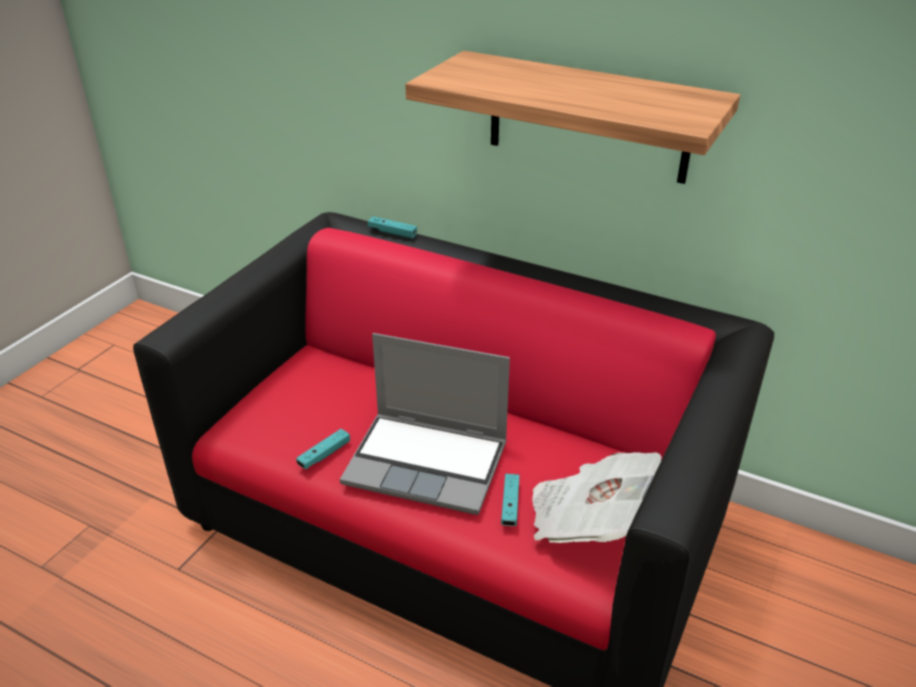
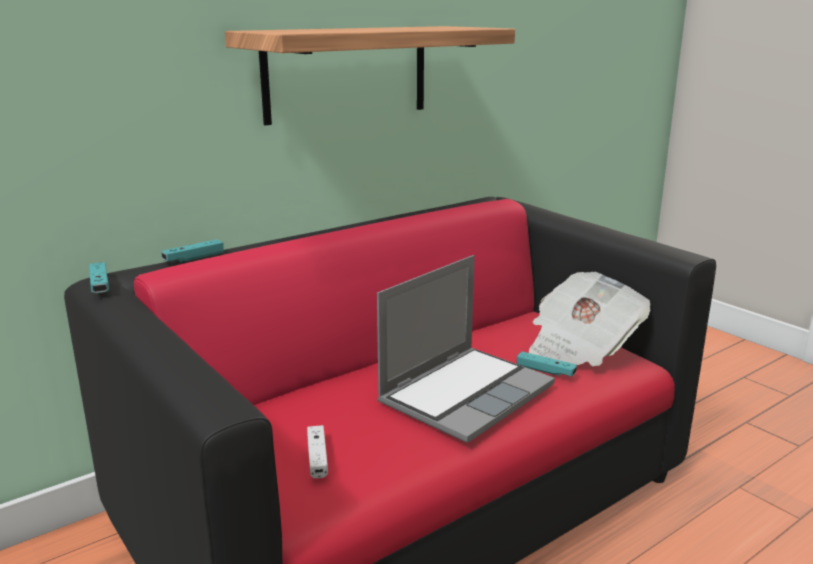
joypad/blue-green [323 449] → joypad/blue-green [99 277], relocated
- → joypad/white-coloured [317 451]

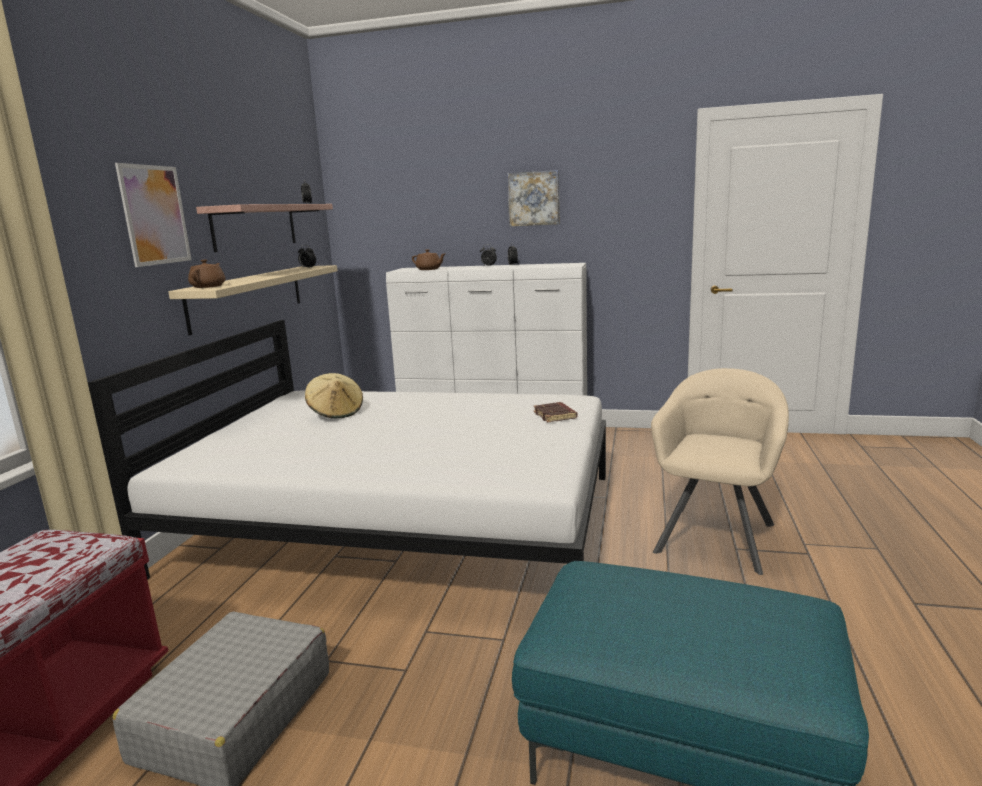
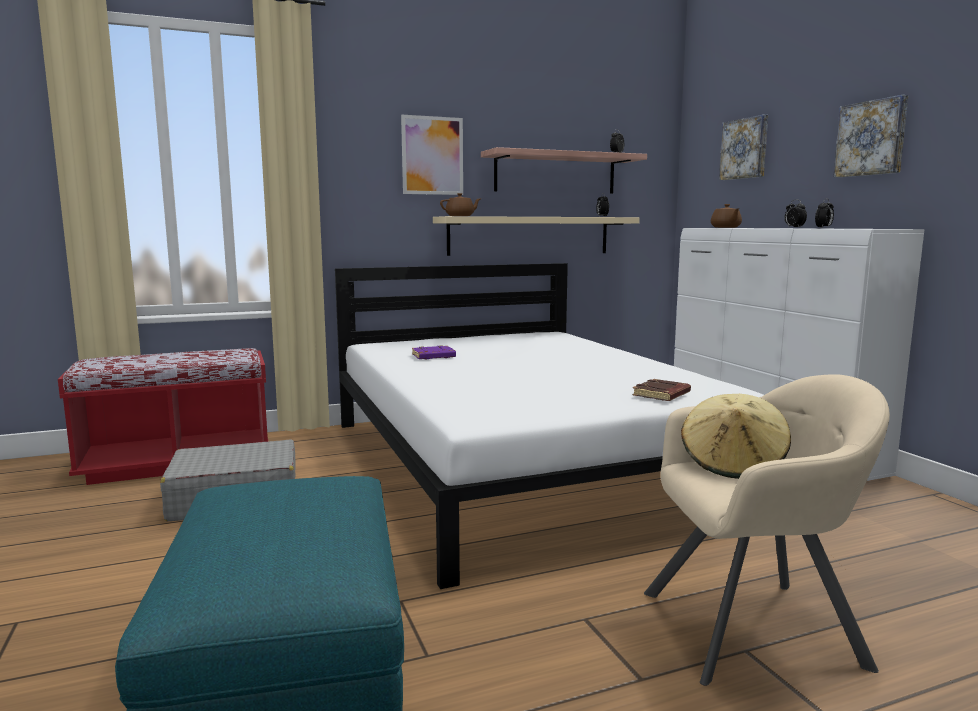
- → book/purplish [434 352]
clothing hat/beige-coloured [334 395] → clothing hat/beige-coloured [736 436], relocated
- → picture [743 147]

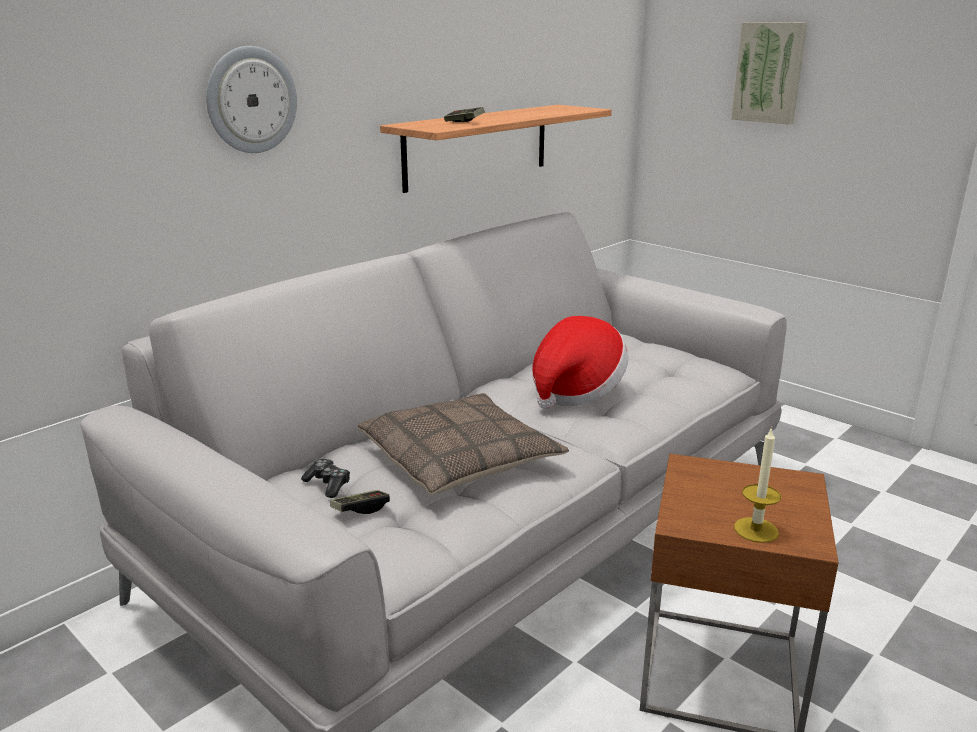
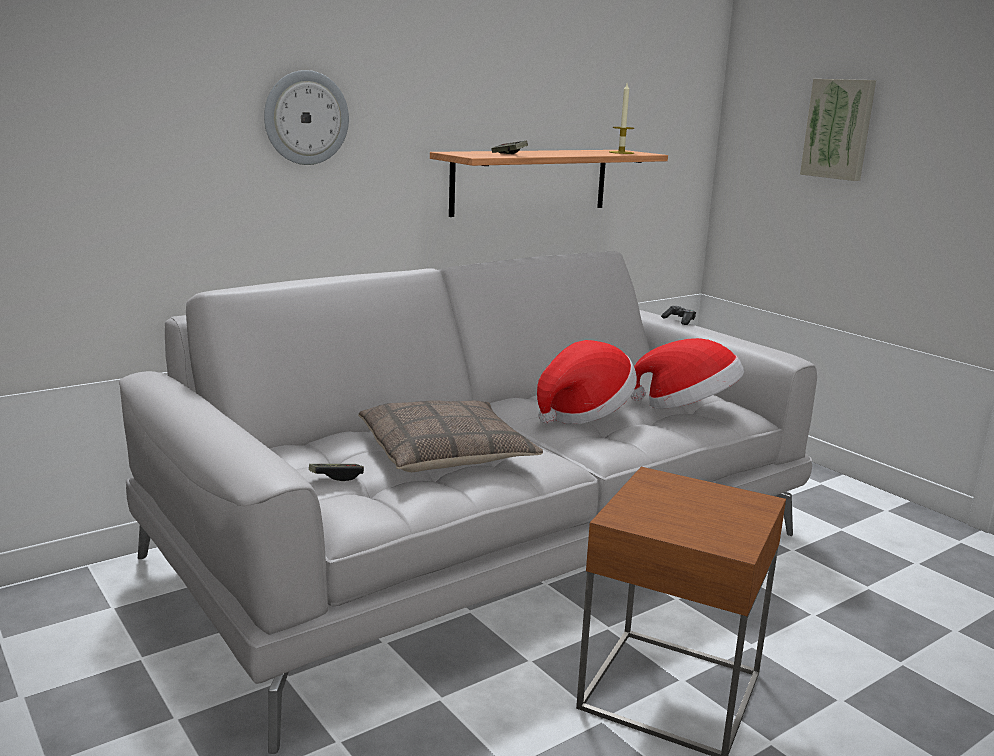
candle [757 485] → candle [621 118], relocated
- → clothing hat [687 373]
joypad [325 478] → joypad [678 315], relocated

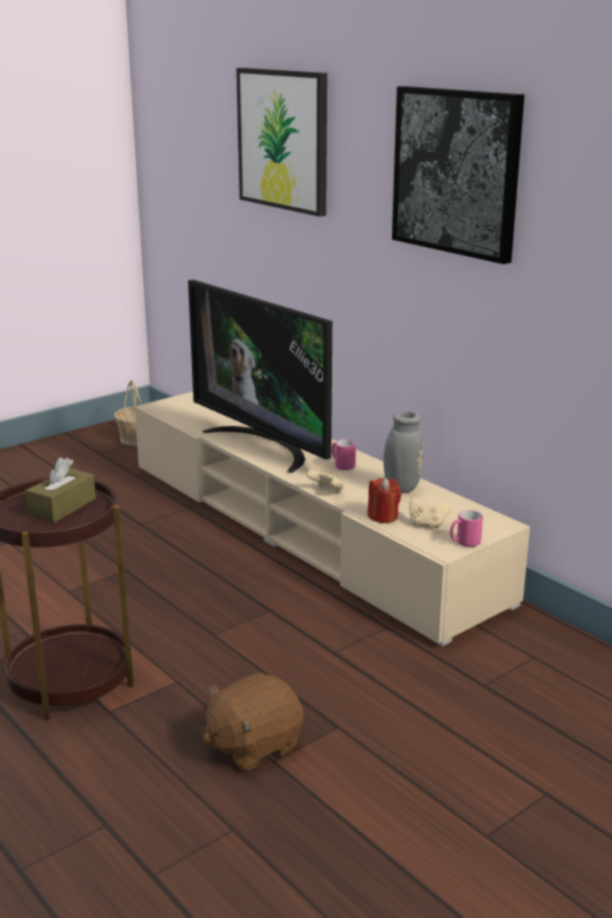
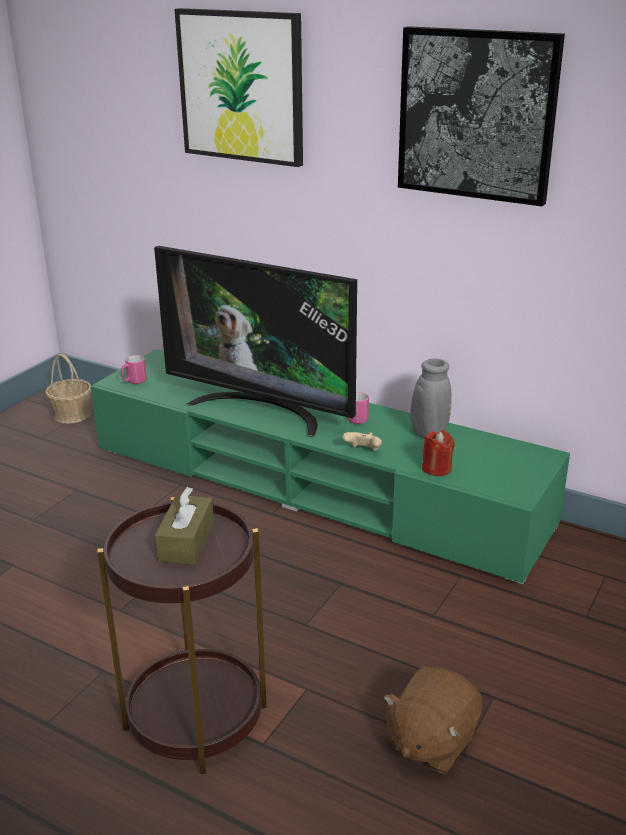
tv unit/beige-coloured [332 519] → tv unit/greenish [330 466]
coffee mug/pinkish [466 528] → coffee mug/pinkish [134 369], relocated
joypad/beige-coloured [430 512] → -

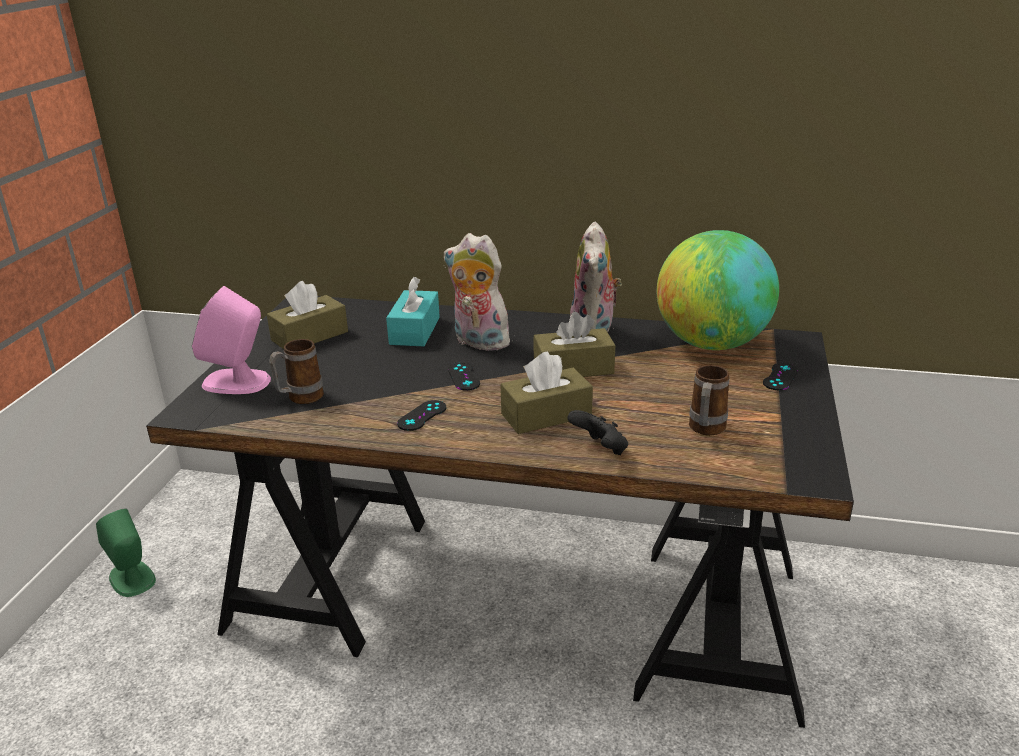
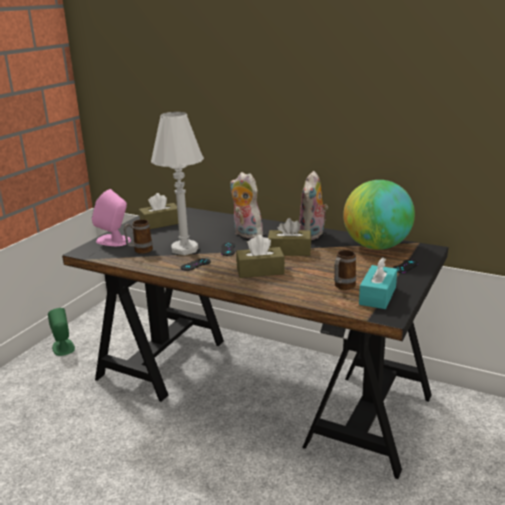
- → table lamp/white-coloured [177 183]
box of tissues/blue-green [413 312] → box of tissues/blue-green [378 283], relocated
joypad/black [597 432] → -

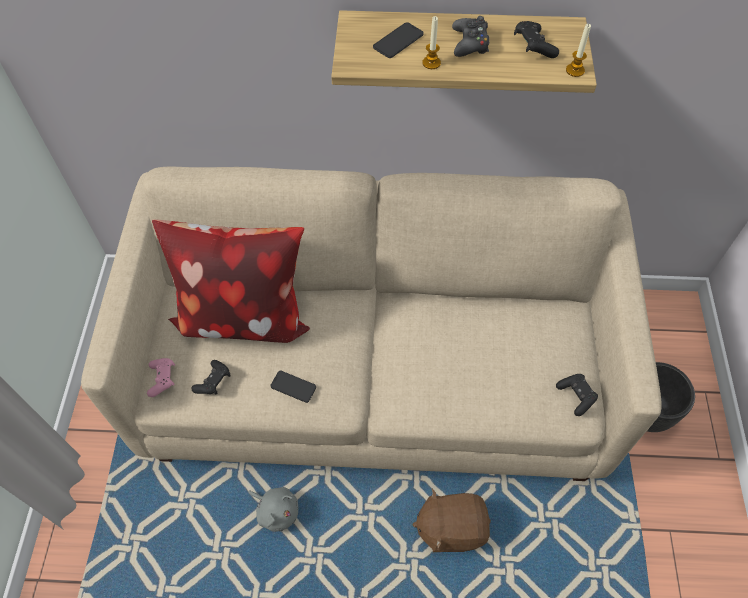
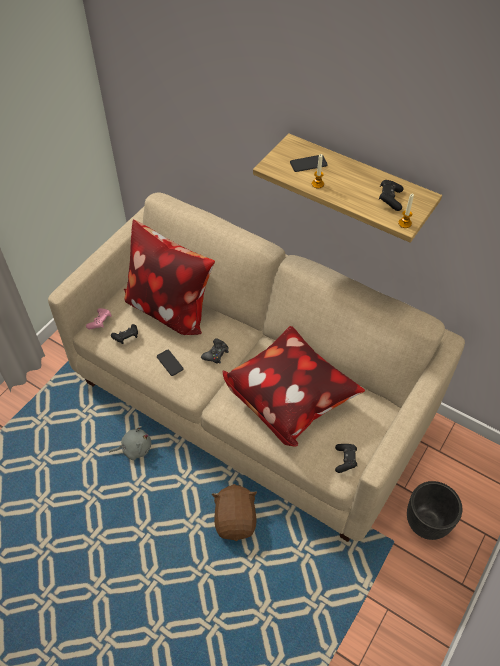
cuddly toy/gray [273 509] → cuddly toy/gray [130 443], 75 degrees counterclockwise
joypad/black [470 36] → joypad/black [215 351], relocated
cuddly toy/brown-coloured [452 520] → cuddly toy/brown-coloured [234 512], 60 degrees clockwise
- → throw pillow [293 386]

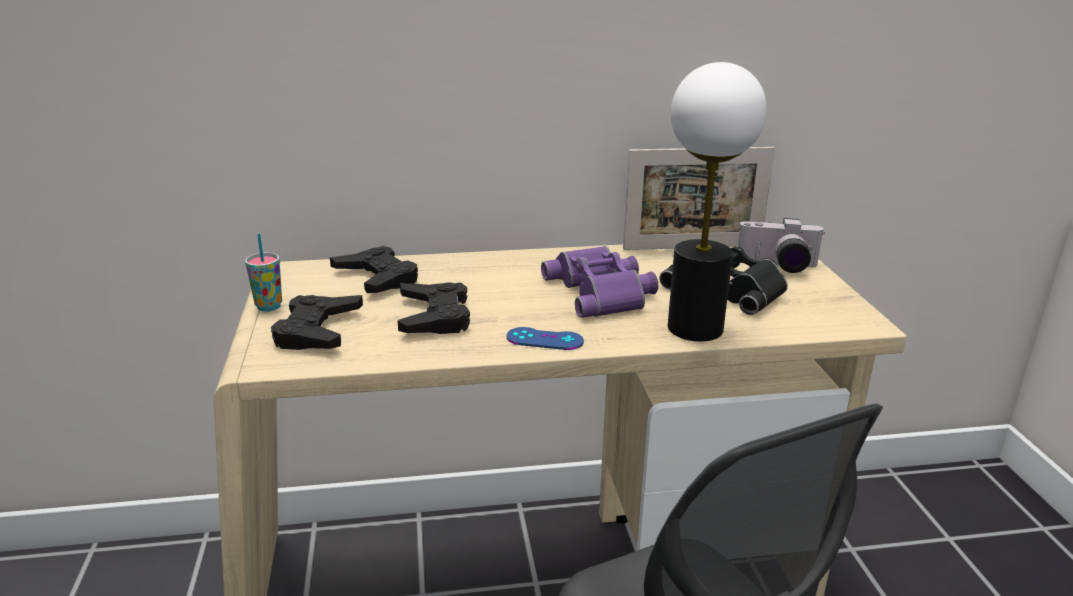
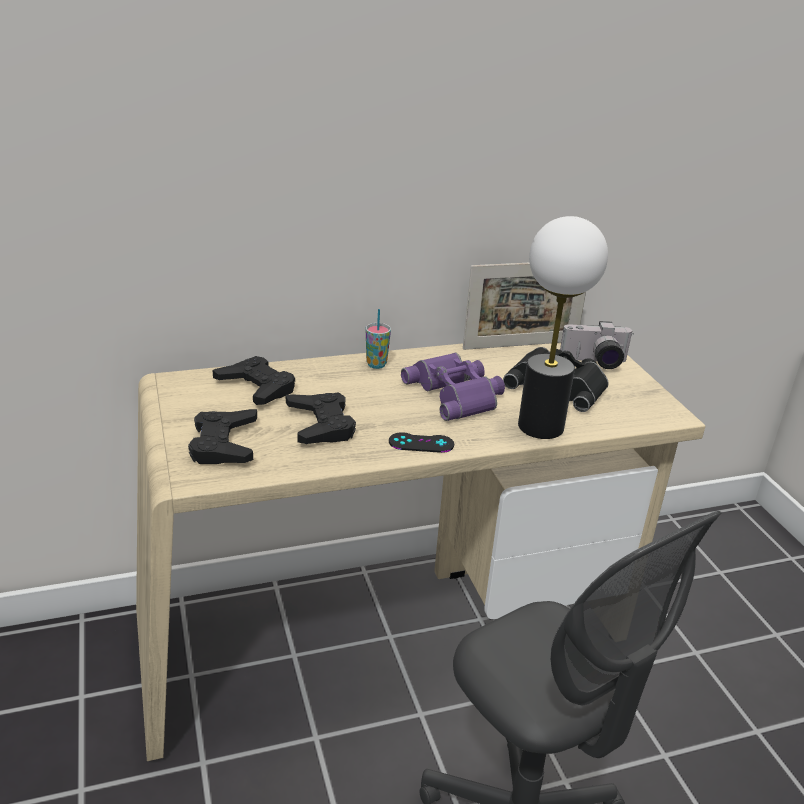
small cup [263 273] → small cup [378 339], relocated
joypad/blue-coloured [545 338] → joypad/black [421 442]

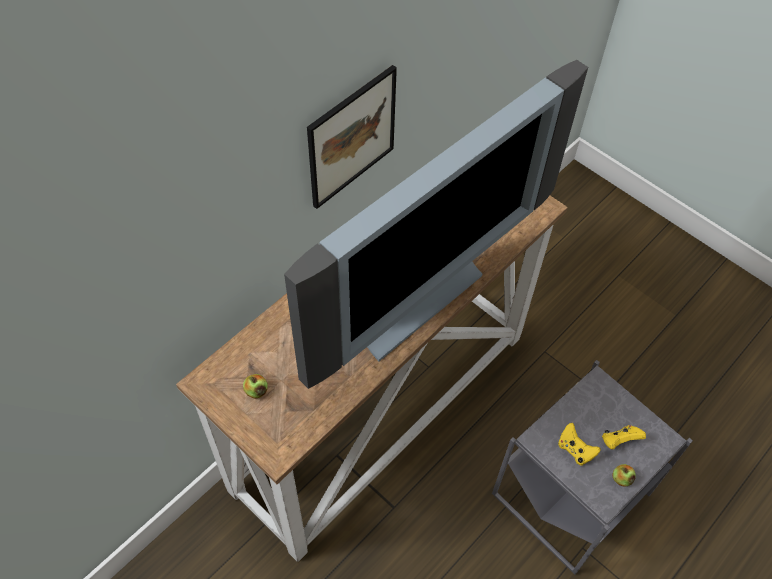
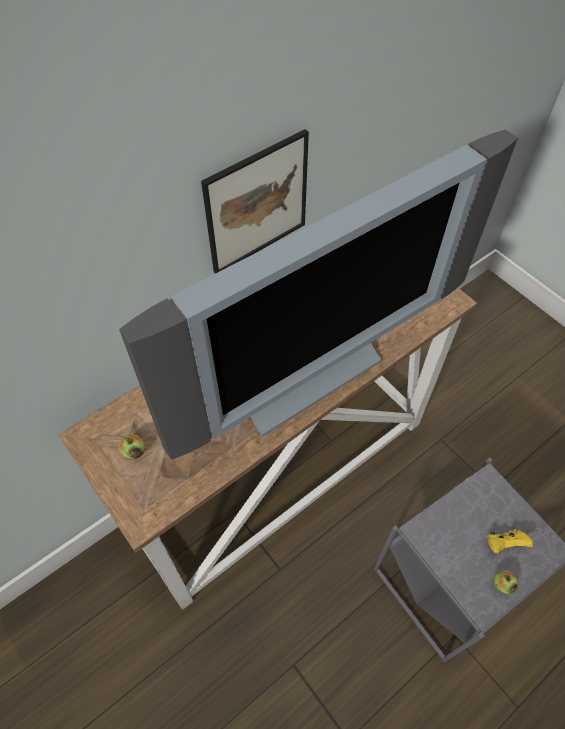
joypad/yellowish [579 444] → -

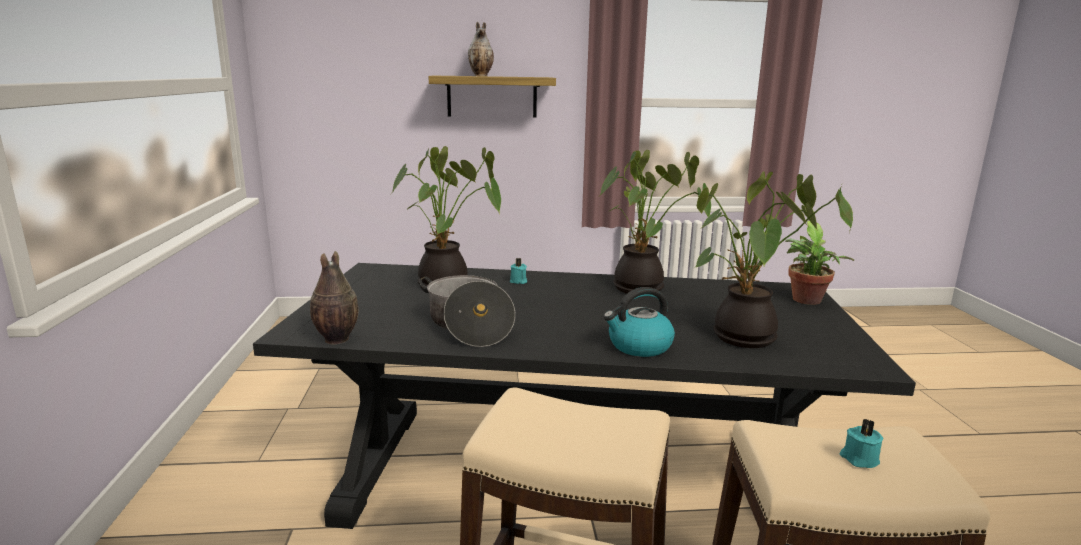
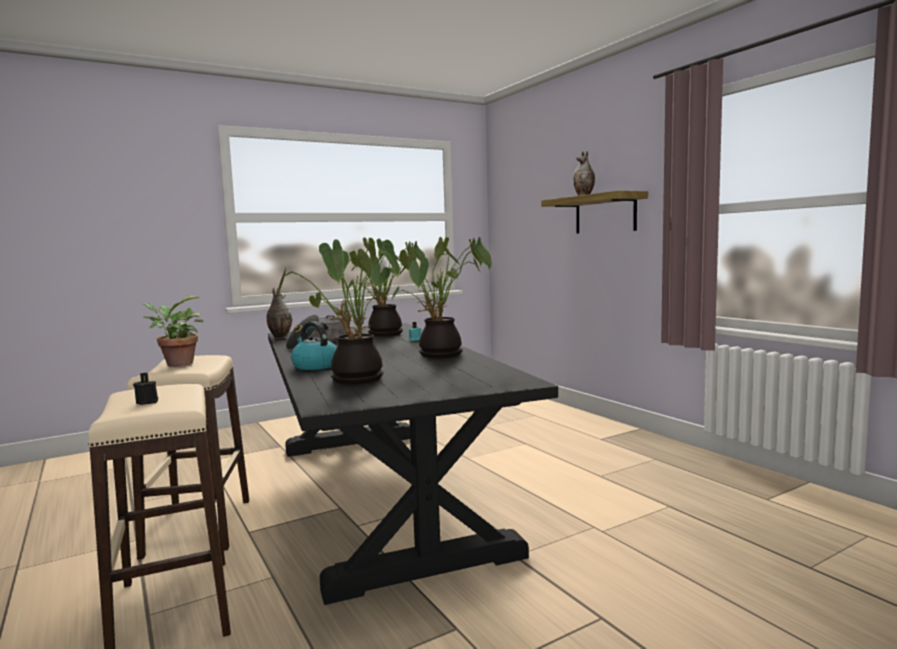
candle/blue-green [862 443] → candle/black [145 388]
potted plant [819 263] → potted plant [173 331], relocated

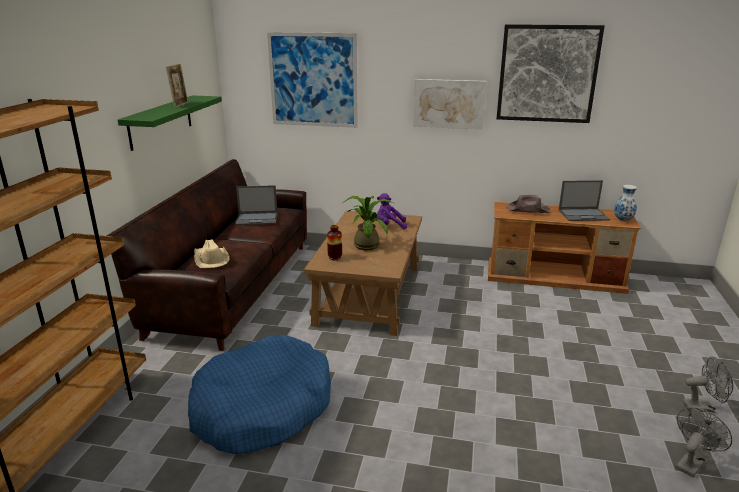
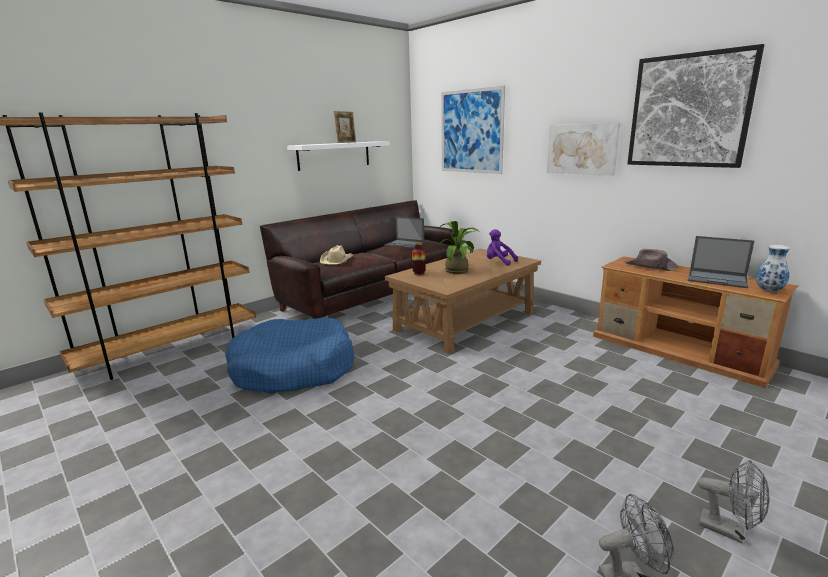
shelf/greenish [170 123] → shelf/white-coloured [338 156]

